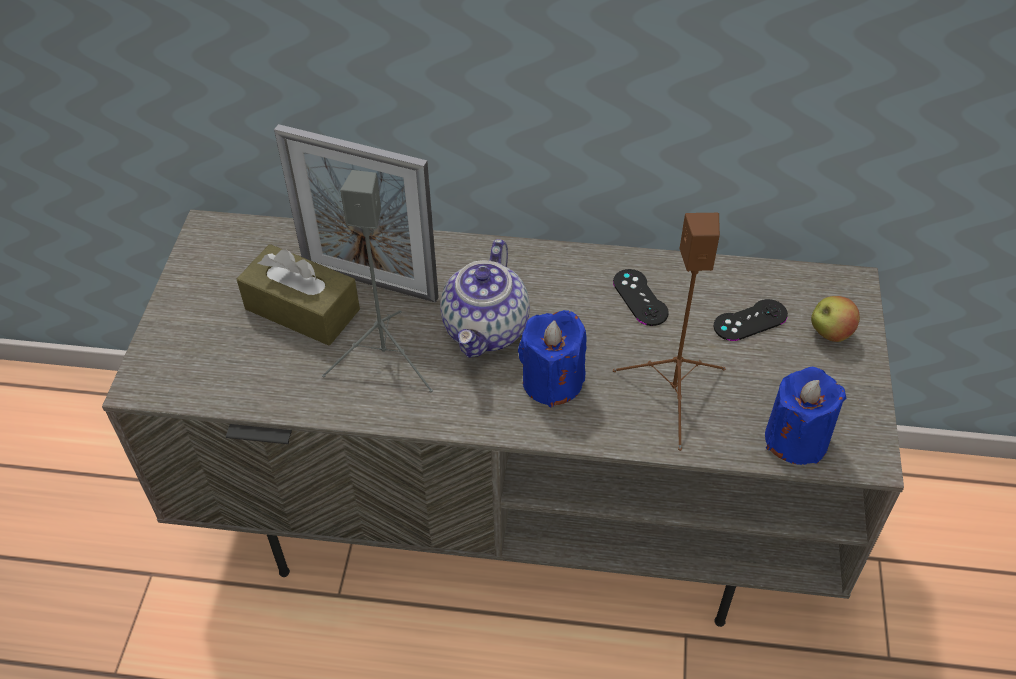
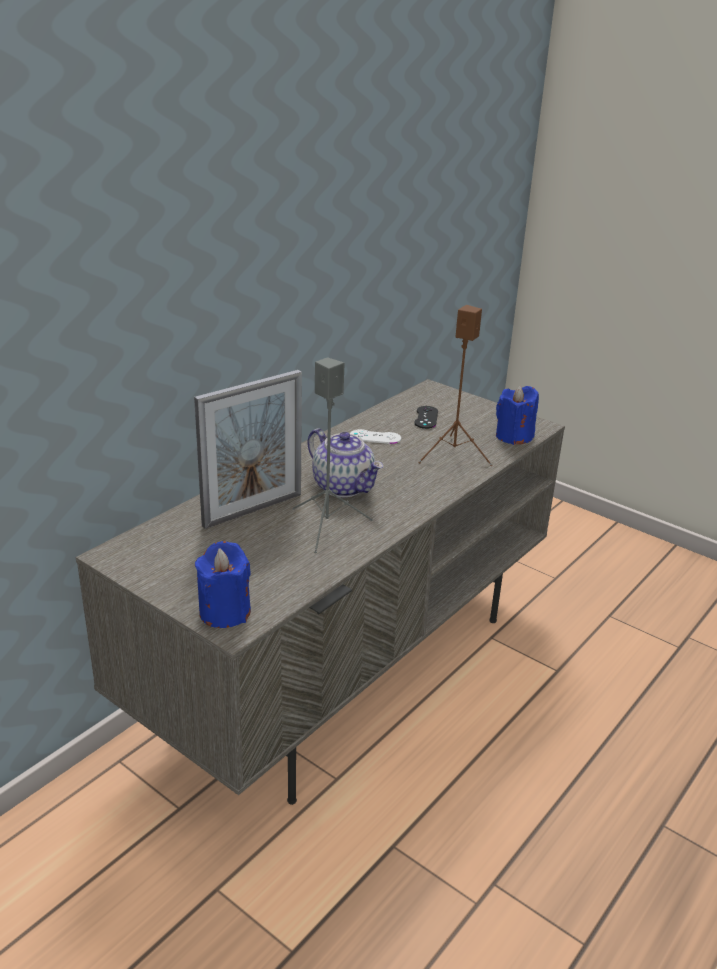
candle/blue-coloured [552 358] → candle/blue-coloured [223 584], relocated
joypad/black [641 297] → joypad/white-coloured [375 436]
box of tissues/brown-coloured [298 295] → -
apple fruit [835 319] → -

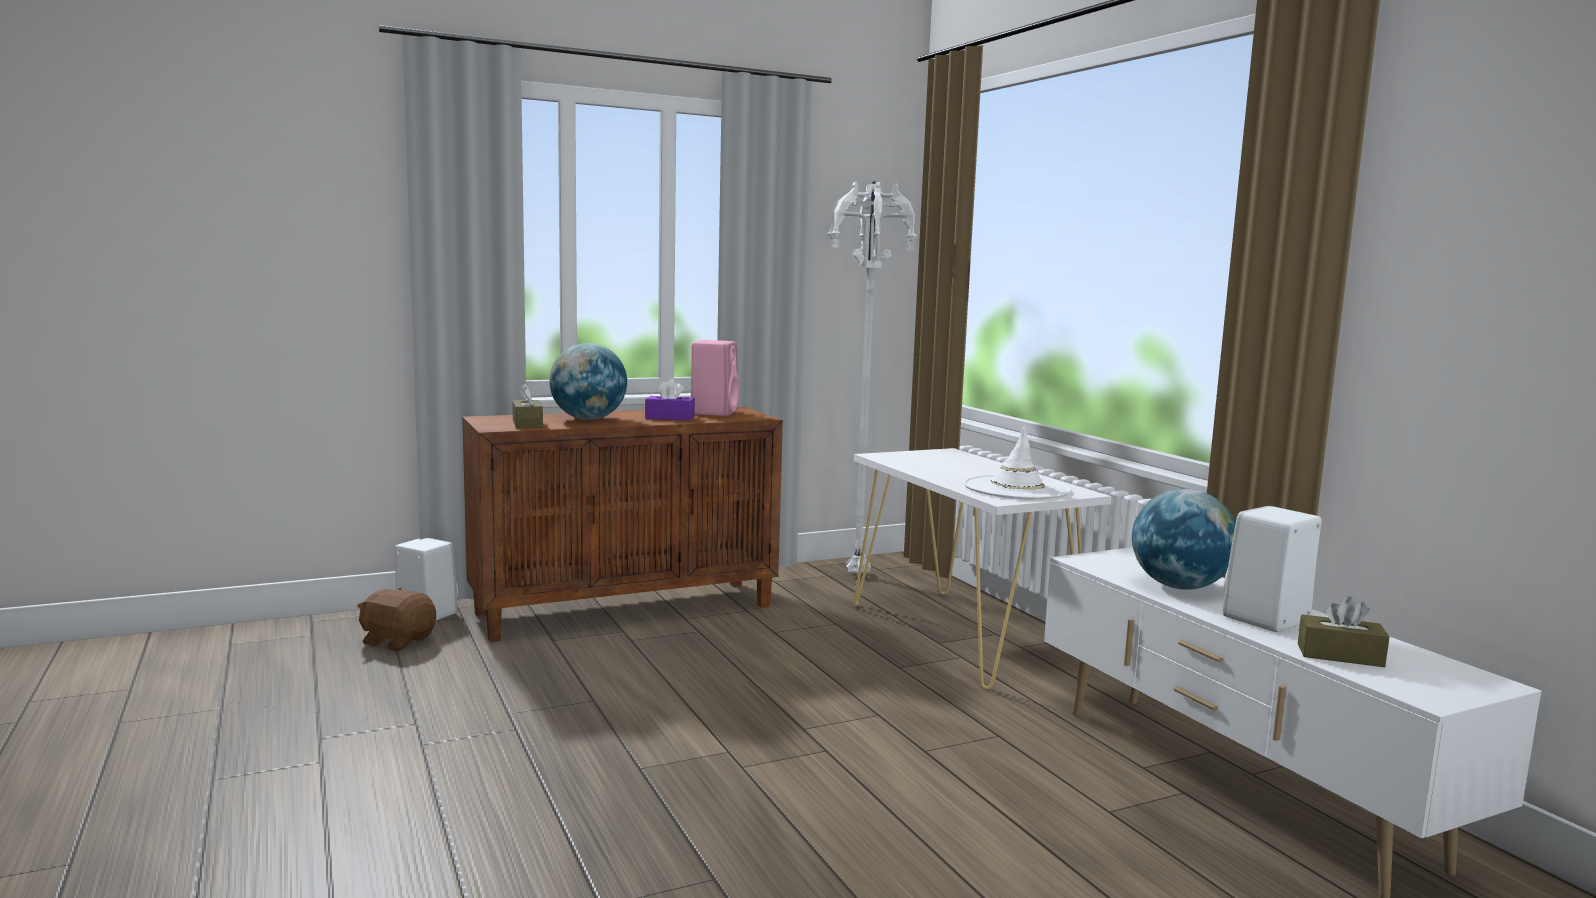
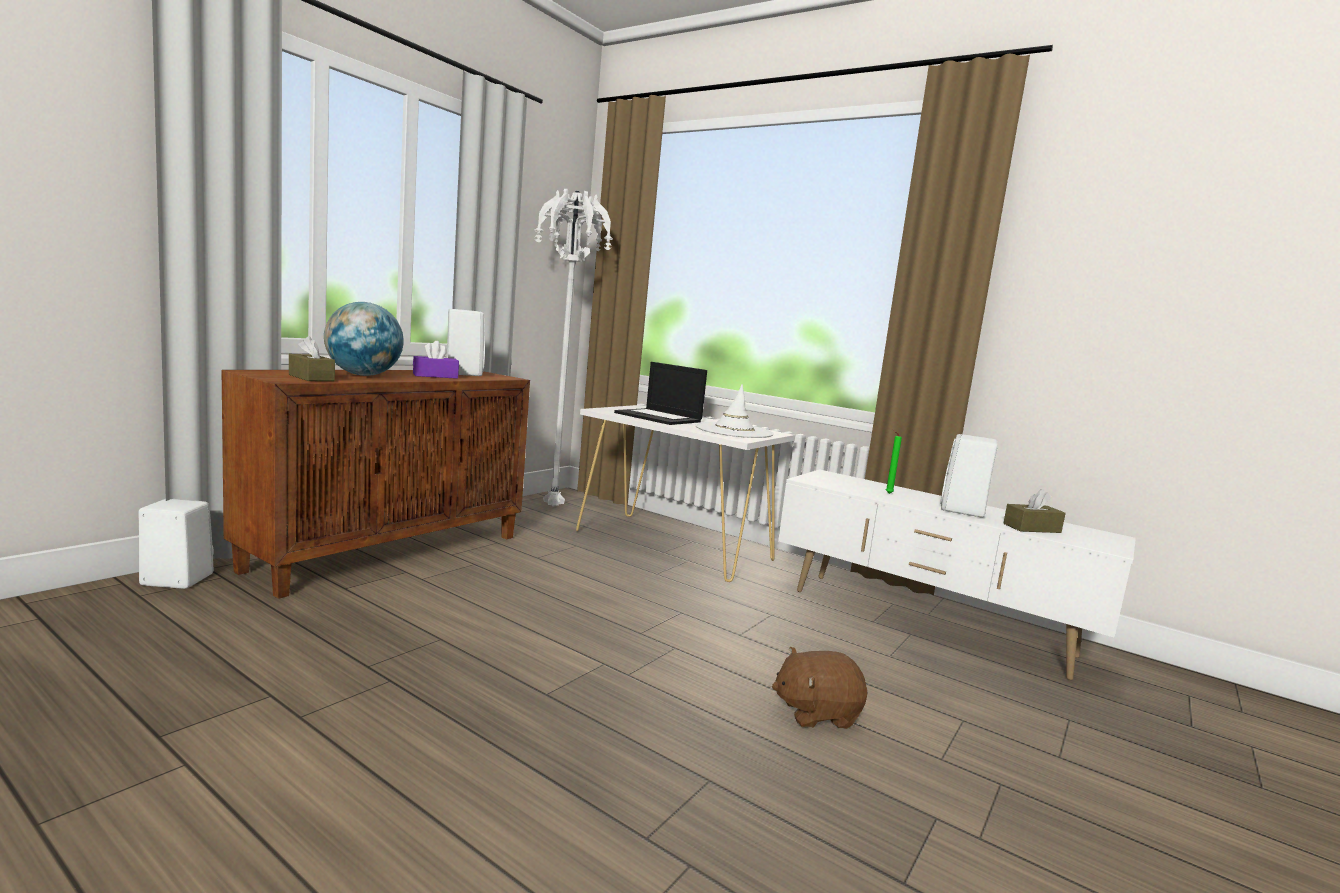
speaker/pinkish [715 378] → speaker/white-coloured [465 342]
- → notebook computer [660 393]
cuddly toy/brown-coloured [396 619] → cuddly toy/brown-coloured [820 688], relocated
globe [1184 539] → candle/greenish [894 461]

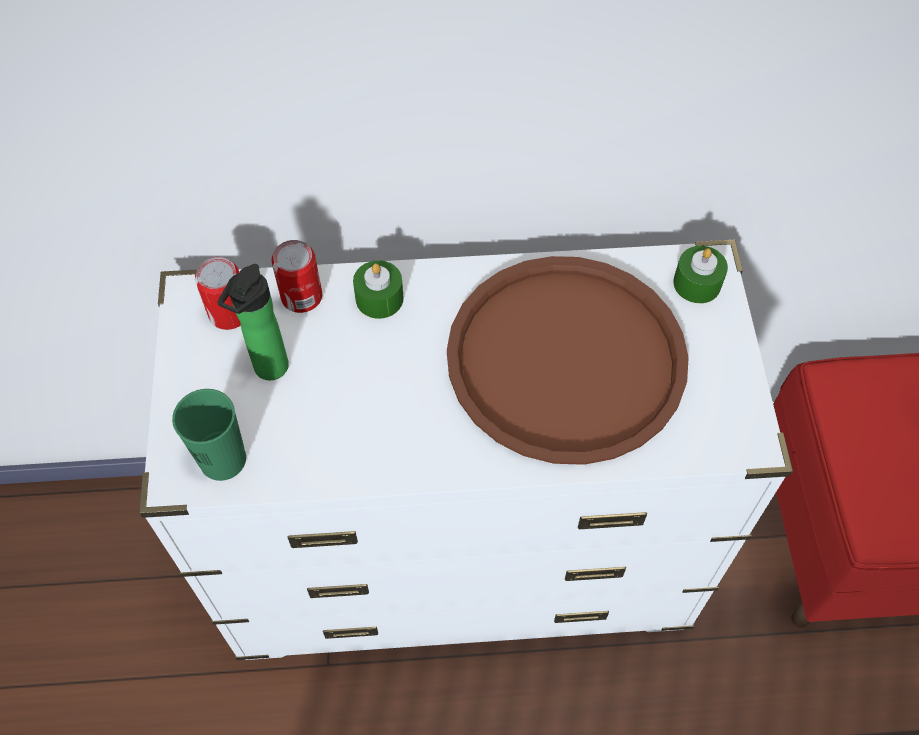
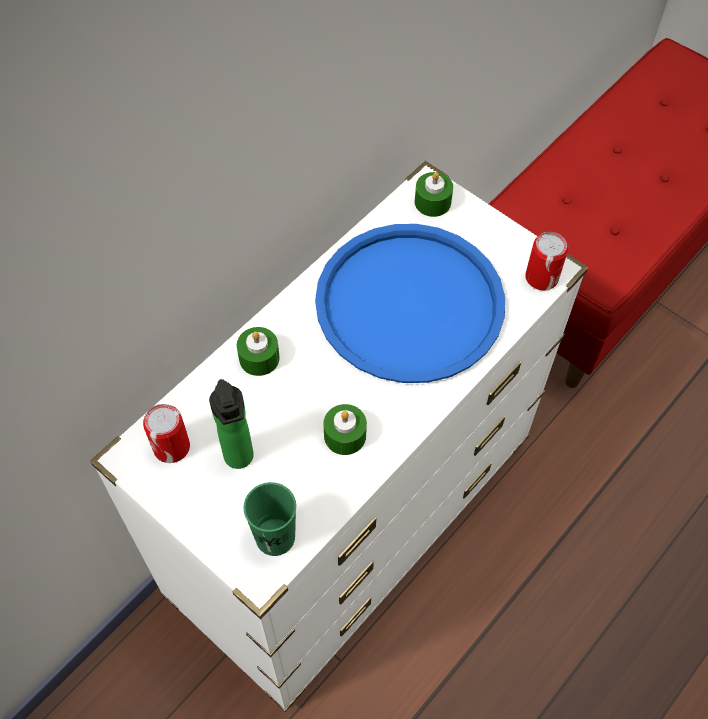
tray/brown-coloured [568 360] → tray/blue-coloured [410 303]
- → candle/greenish [345 429]
metal can [296 276] → metal can [546 261], relocated

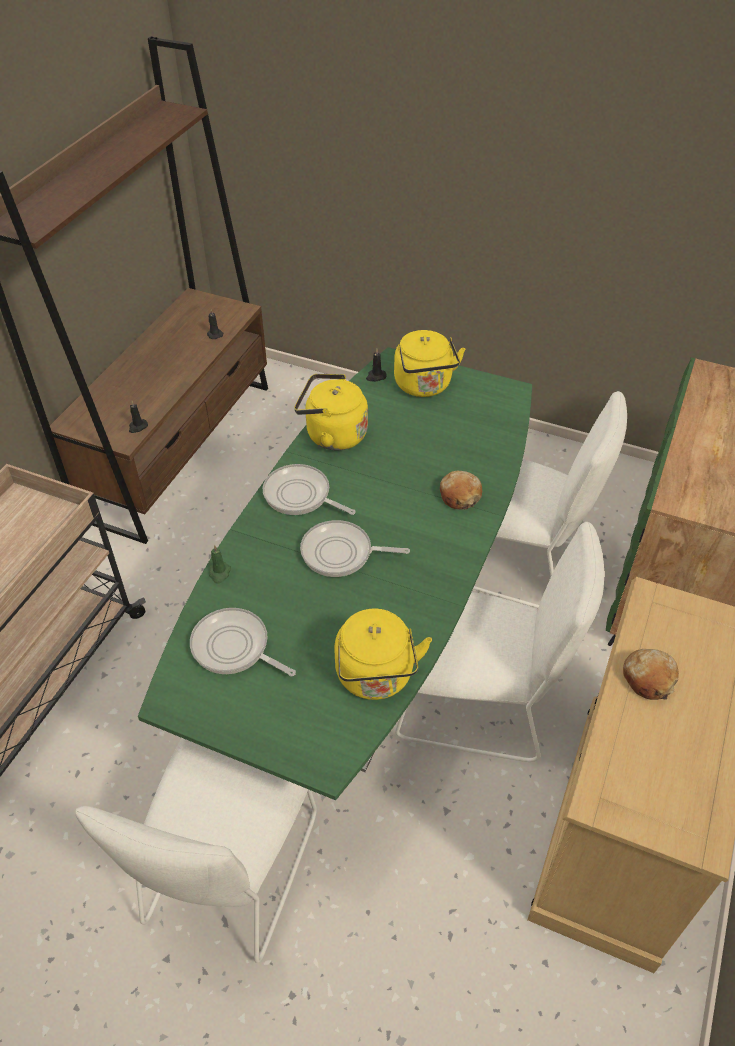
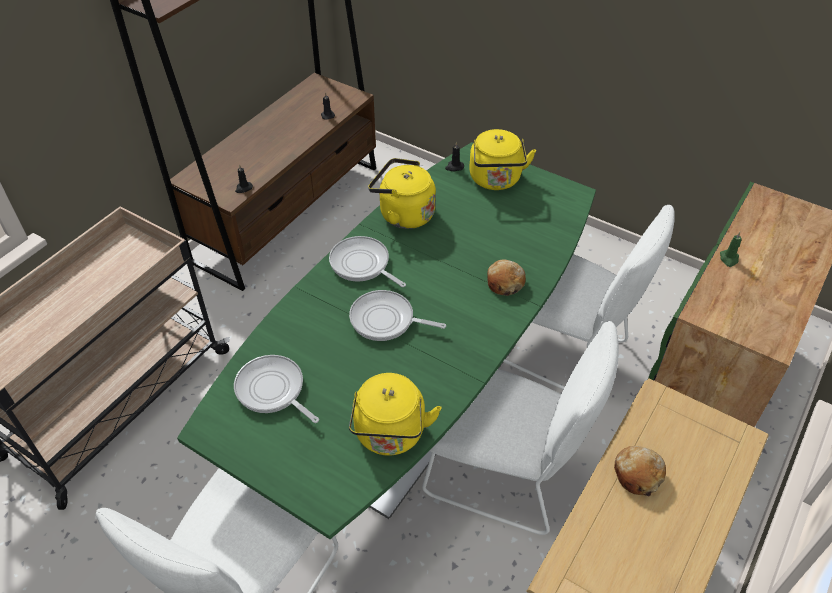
candle/greenish [220 564] → candle/greenish [731 249], relocated

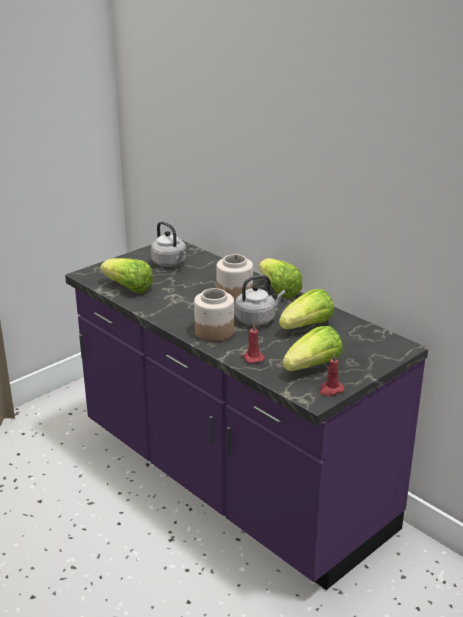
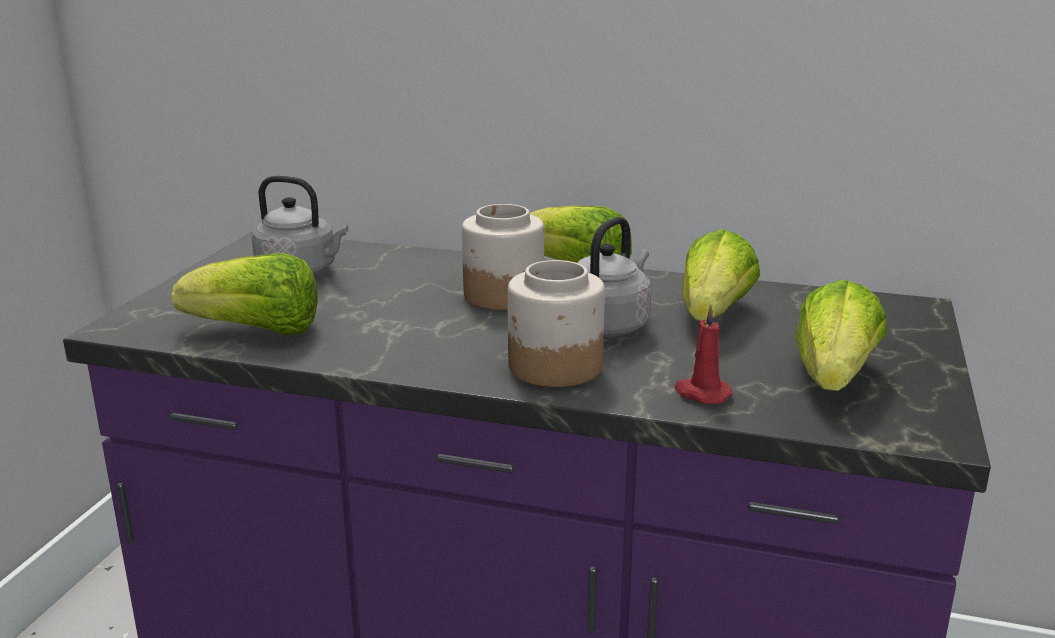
candle/red-coloured [331 374] → -

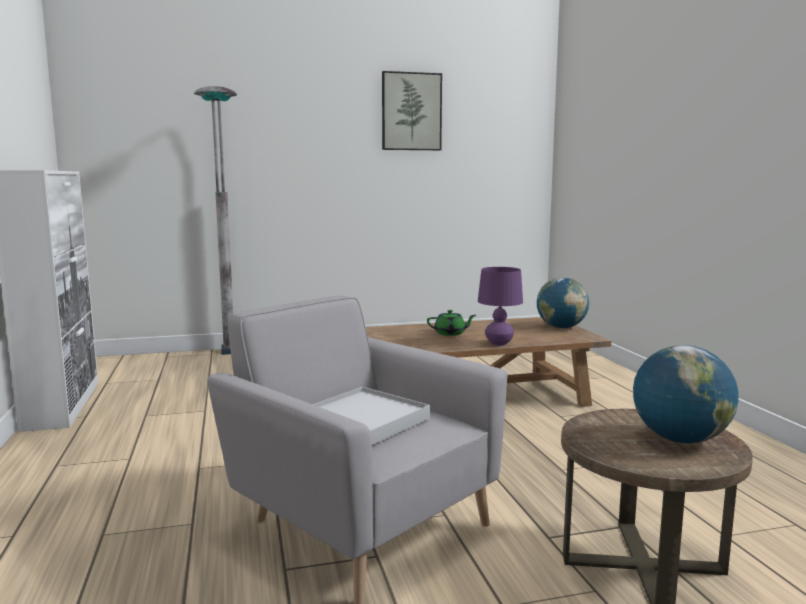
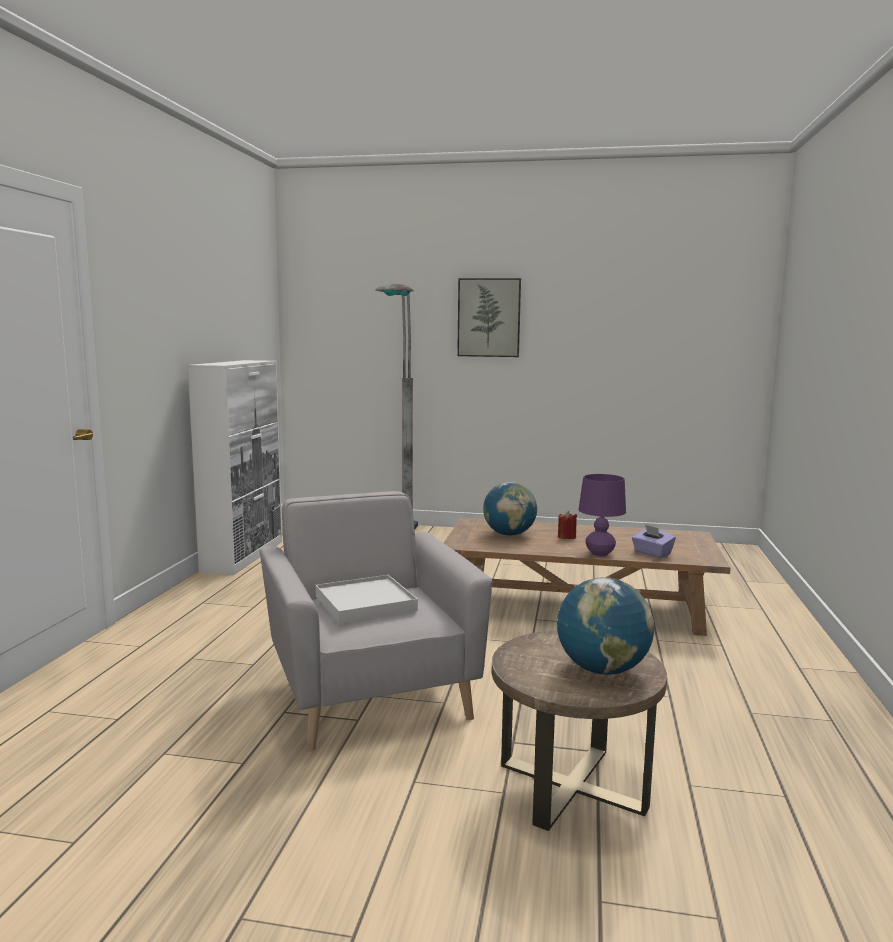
picture [412 110] → picture [489 317], relocated
globe [563 302] → globe [510 509], relocated
tea pot/greenish [451 323] → candle/red-coloured [567 525]
- → box of tissues/purplish [654 541]

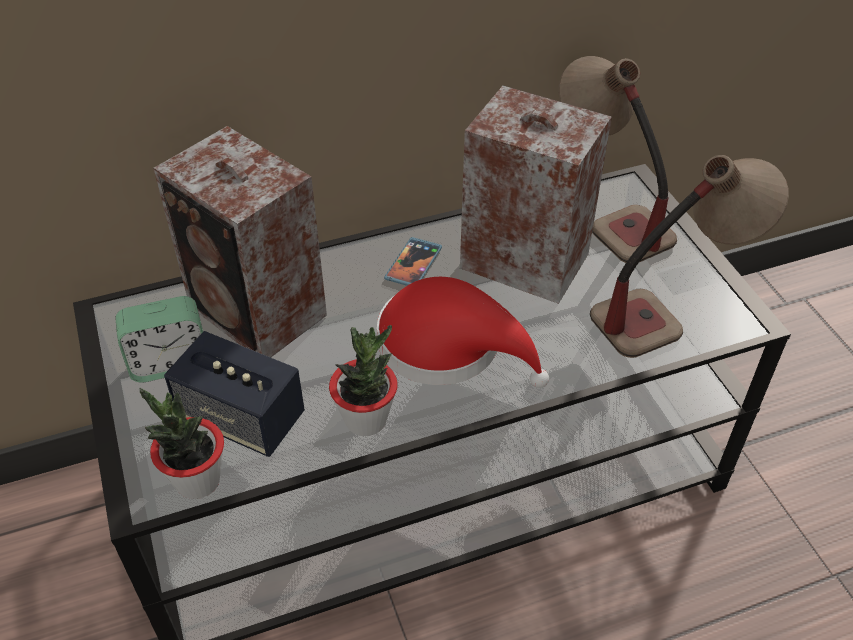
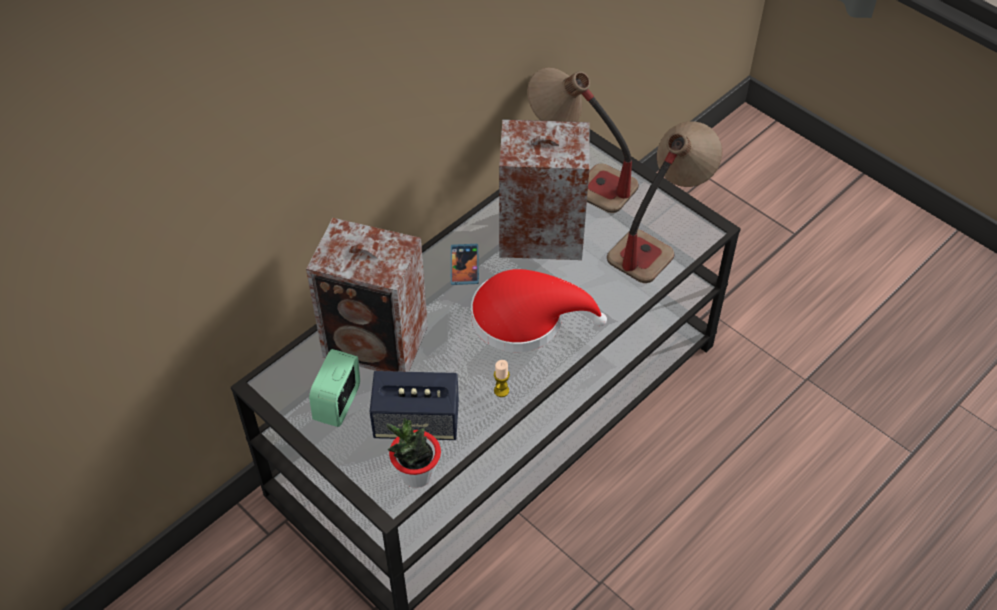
alarm clock [159 339] → alarm clock [334 388], 150 degrees clockwise
potted plant [363 380] → candle [502 378]

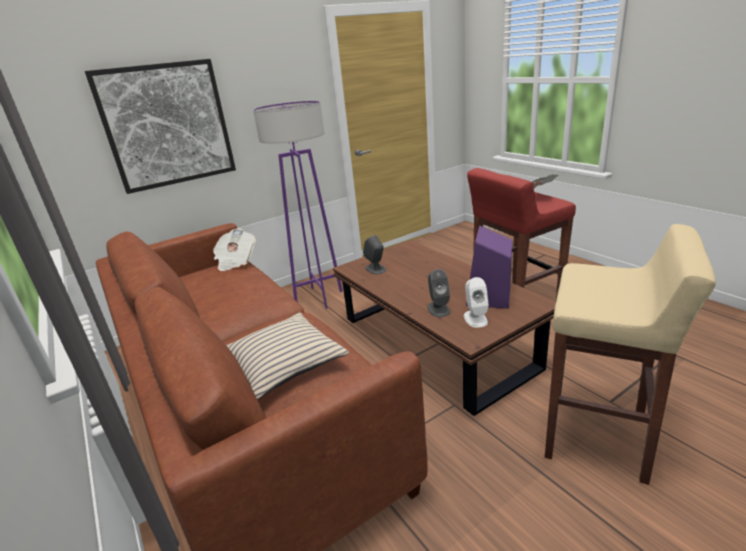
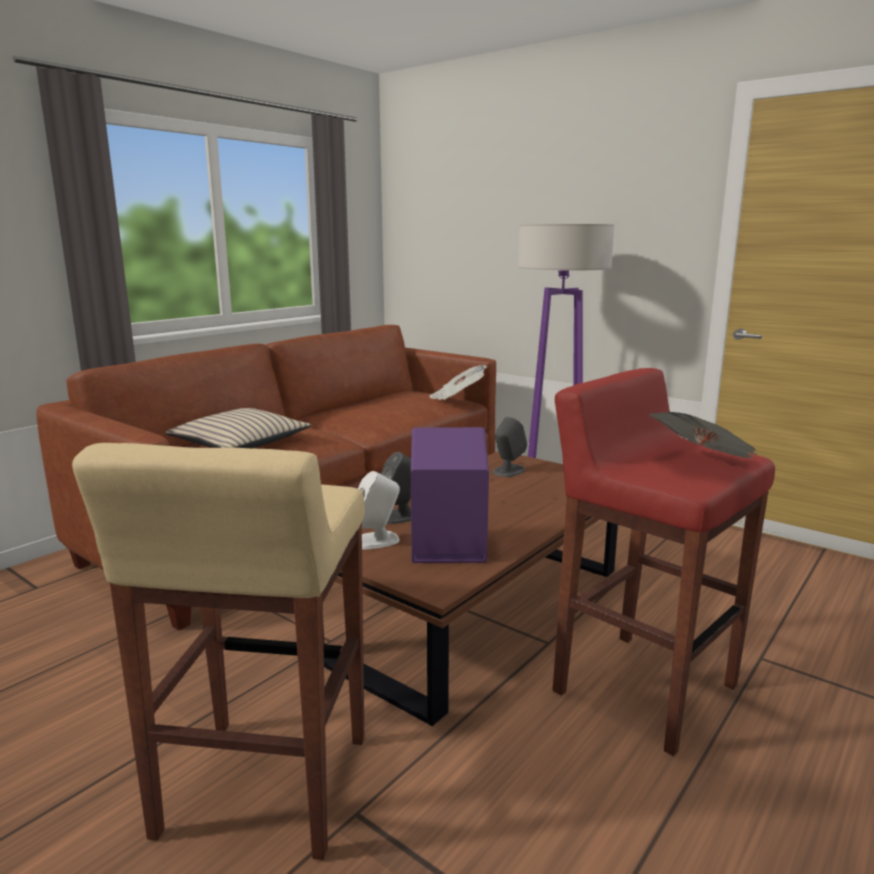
picture [160 126] → -

